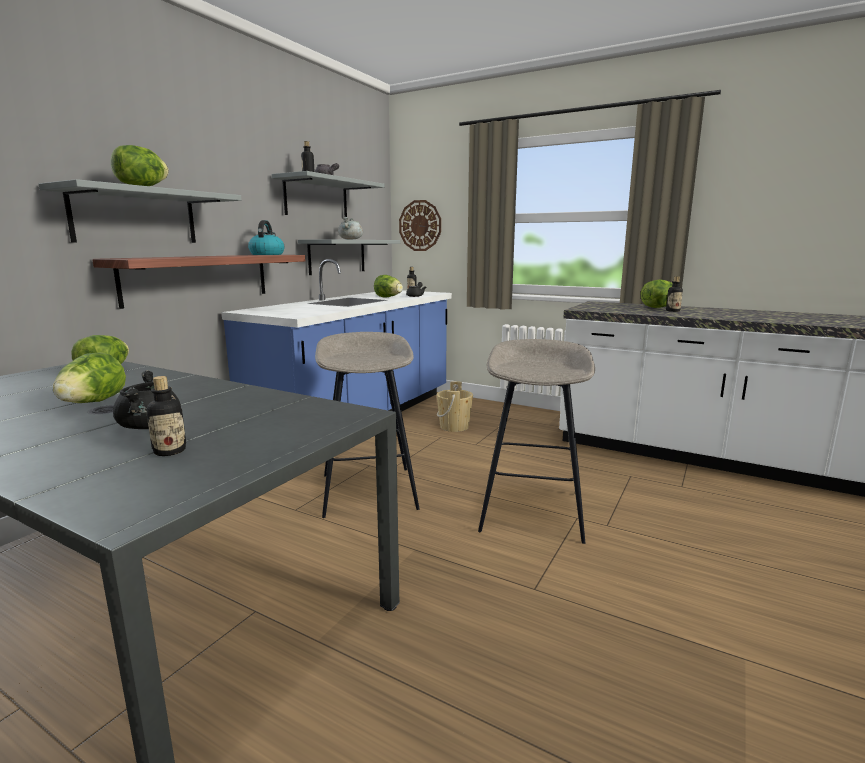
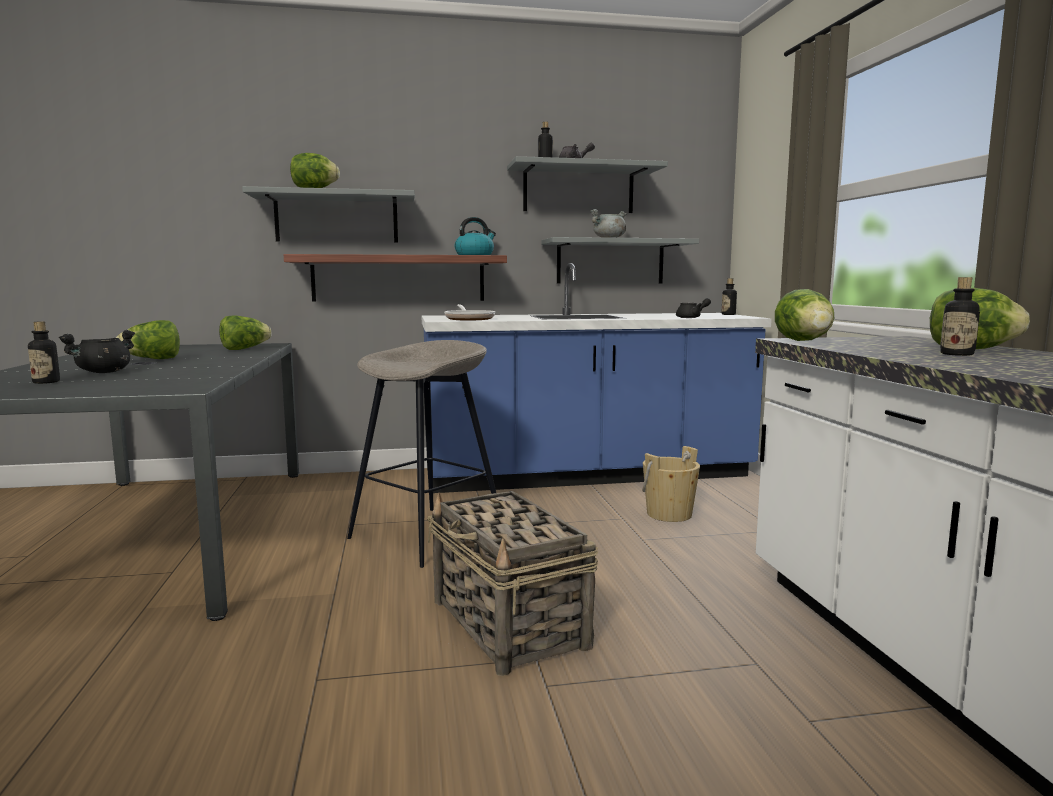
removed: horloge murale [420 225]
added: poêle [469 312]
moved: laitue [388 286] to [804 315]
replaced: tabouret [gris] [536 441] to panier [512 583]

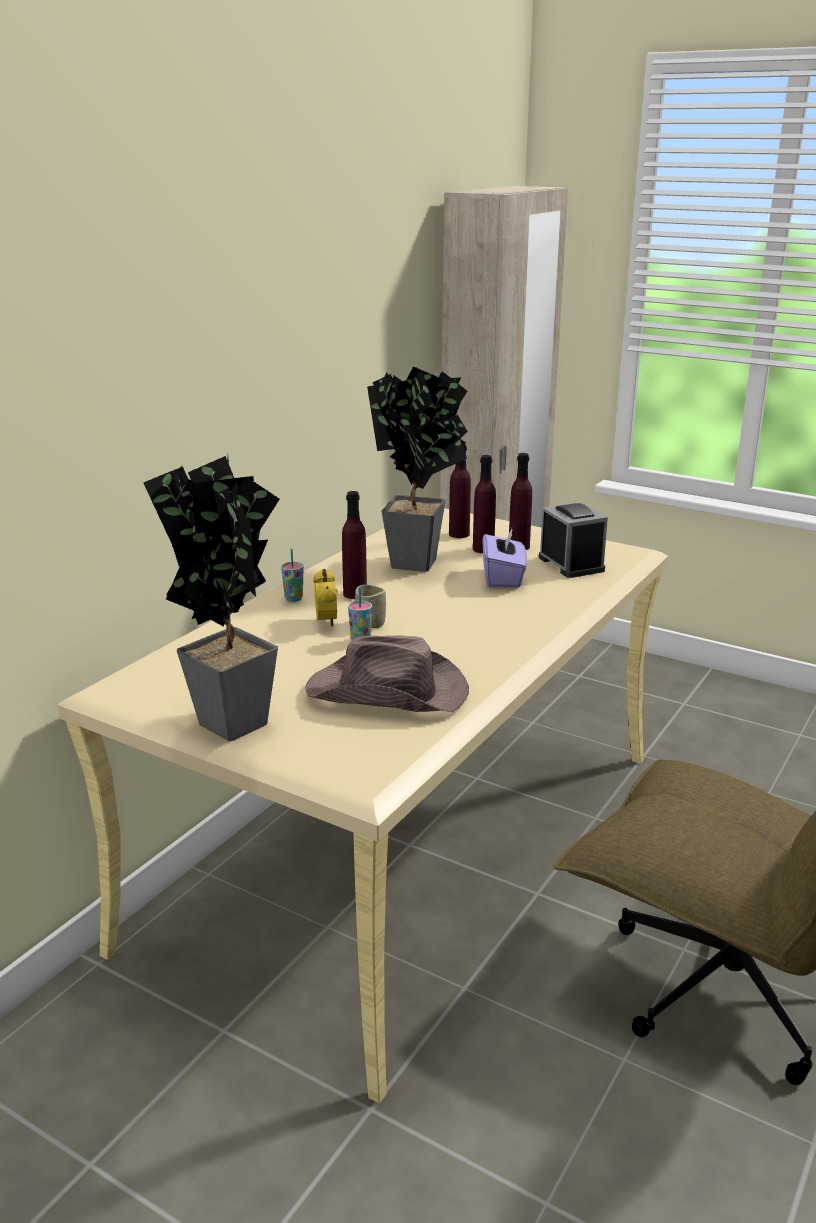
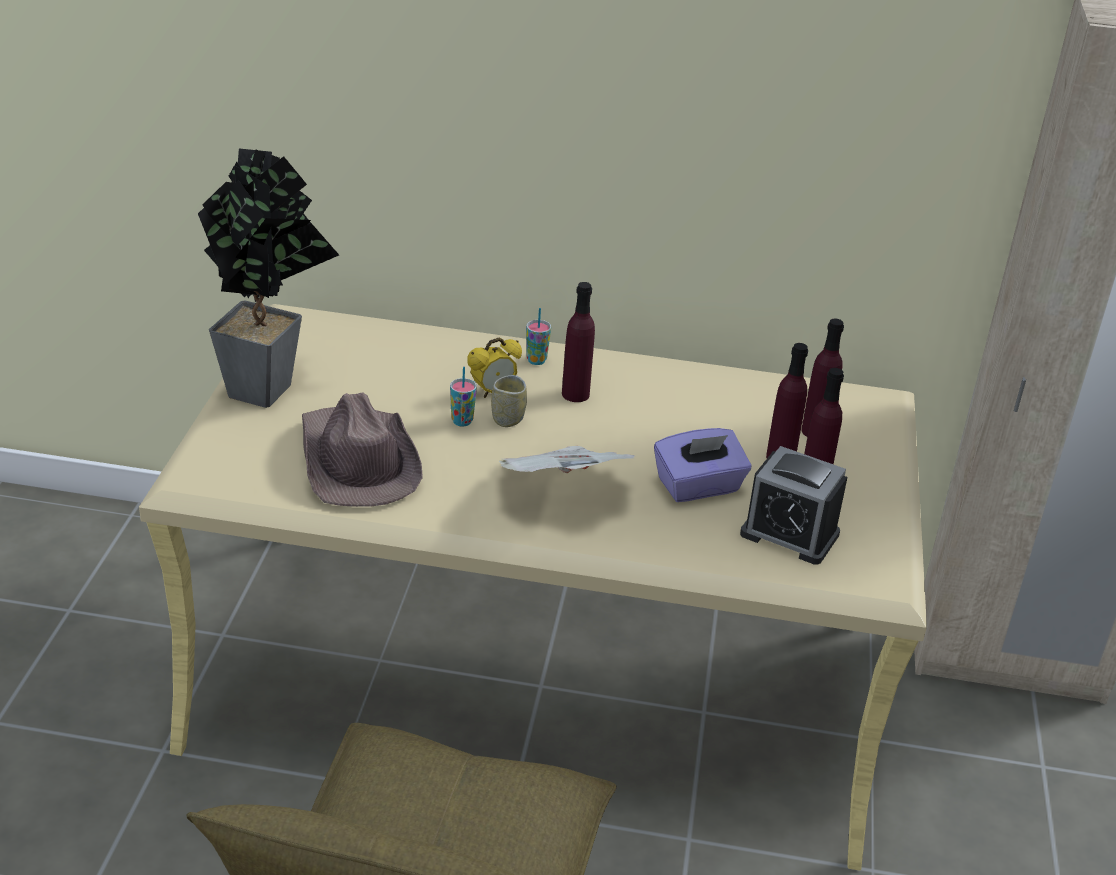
removed: plante en pot [417 469]
added: journal [567 459]
turned: réveil [573 540] = [793 505] 75 degrees clockwise

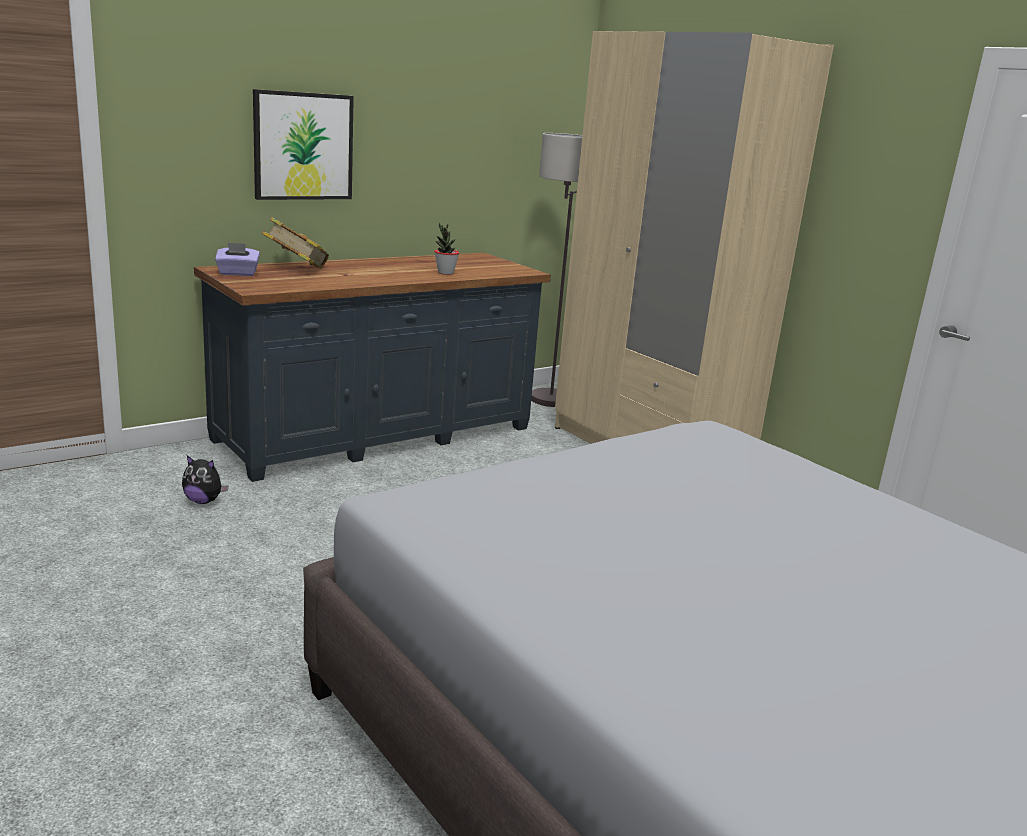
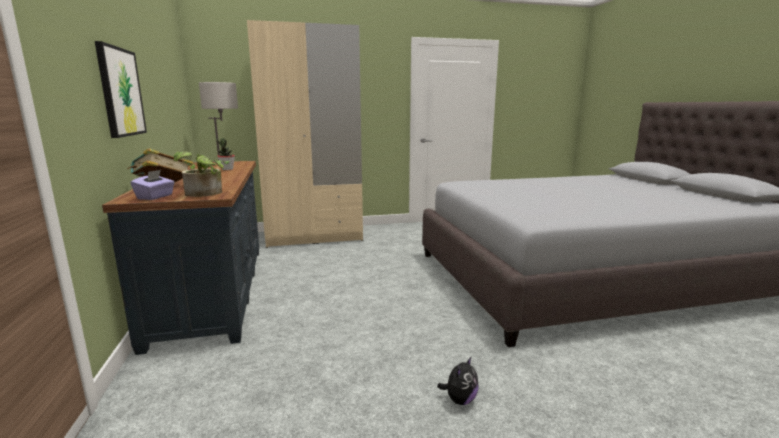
added: plante en pot [201 174]
moved: peluche [205 479] to [458 381]

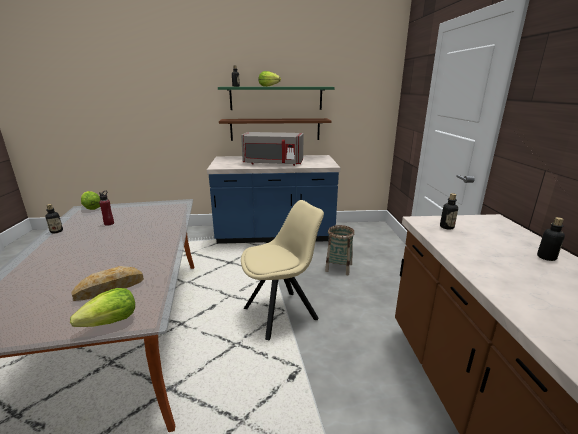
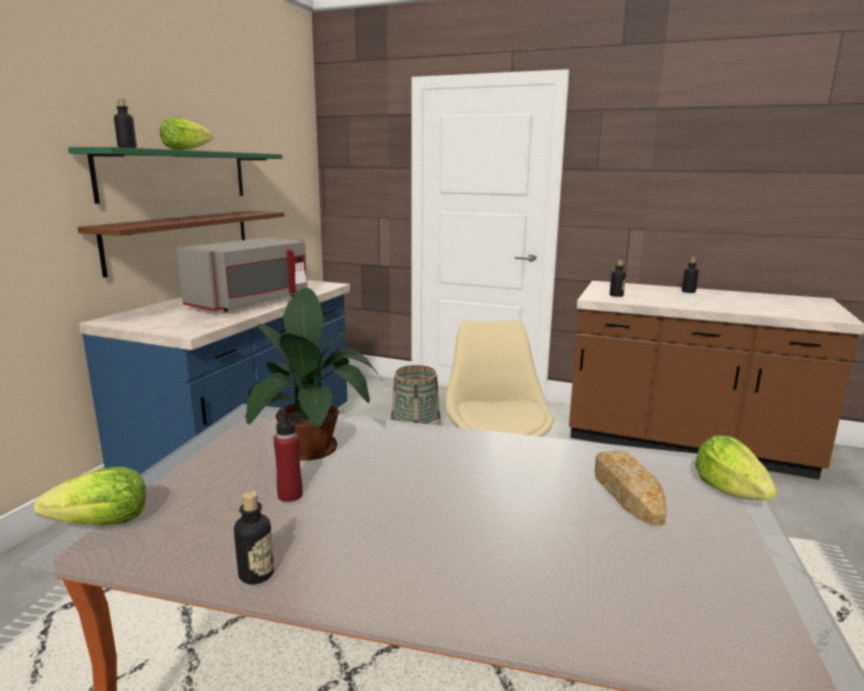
added: plante en pot [313 374]

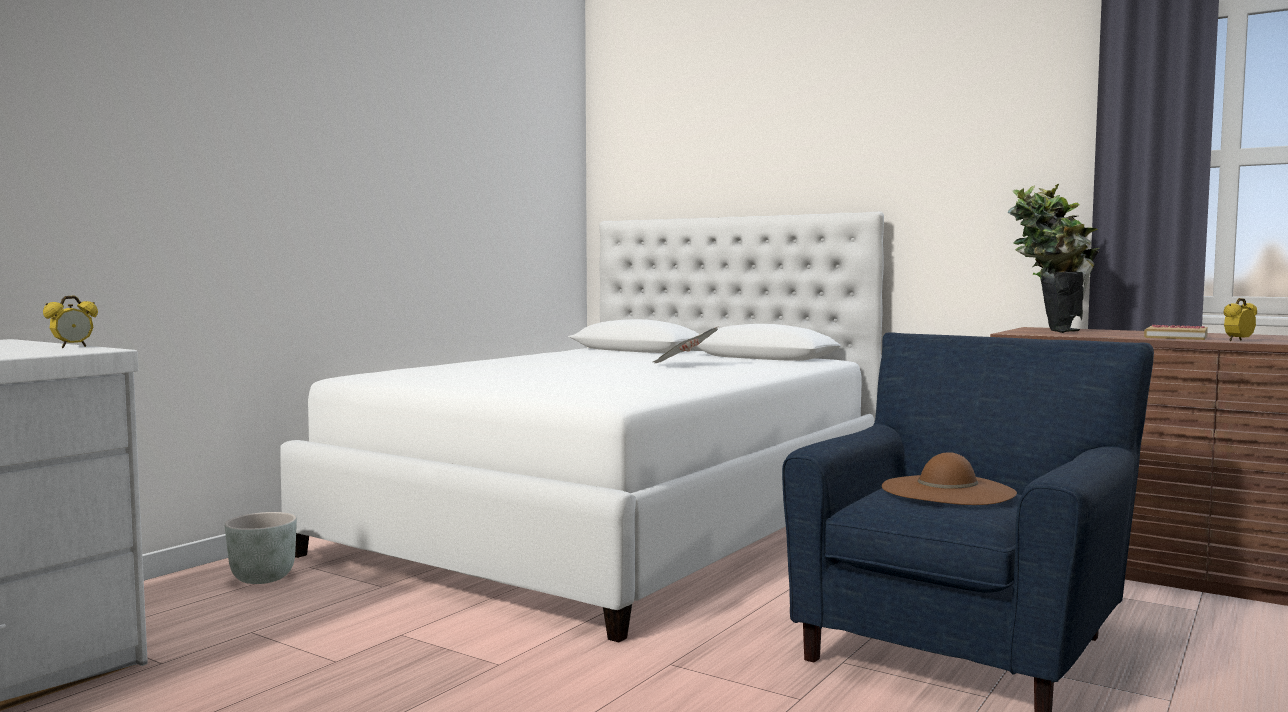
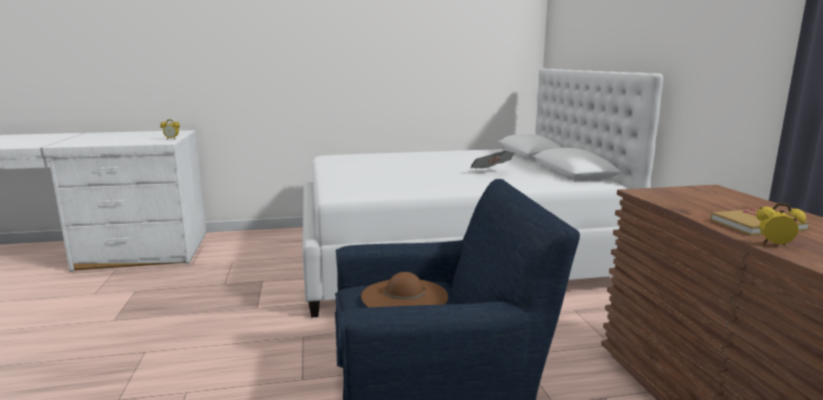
removed: plante en pot [1053 258]; cache-pot [gris] [260 548]

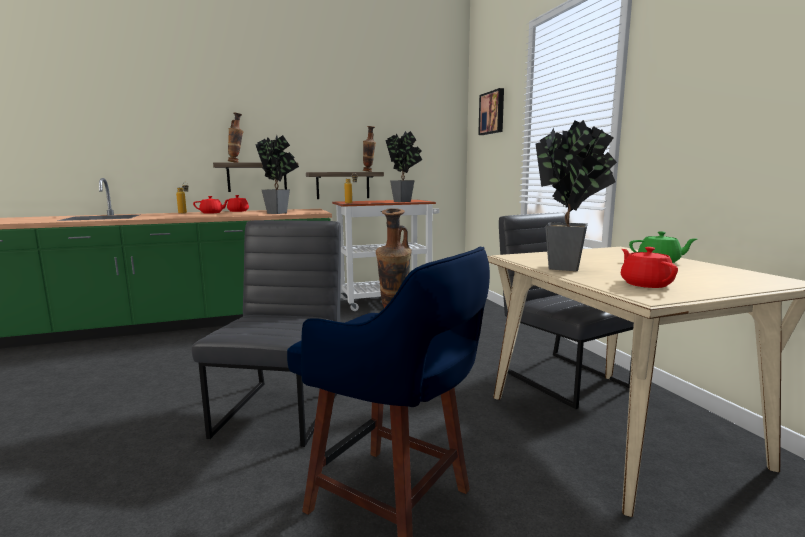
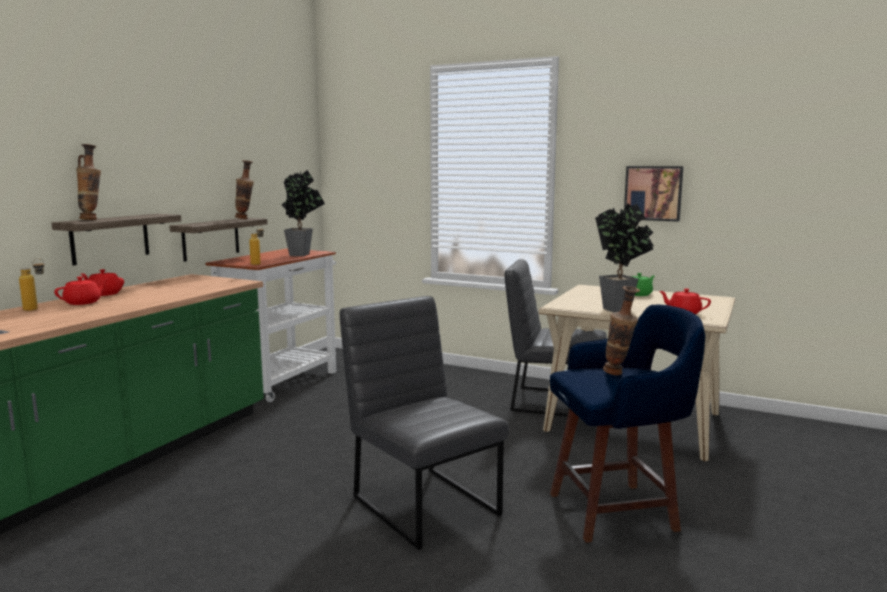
removed: plante en pot [277 174]
moved: tableau [491 111] to [654 194]

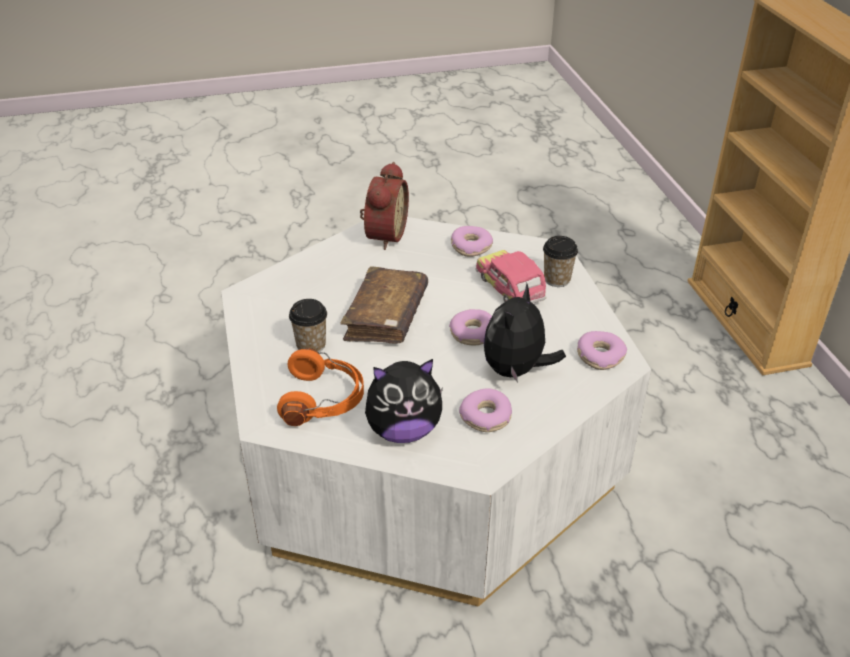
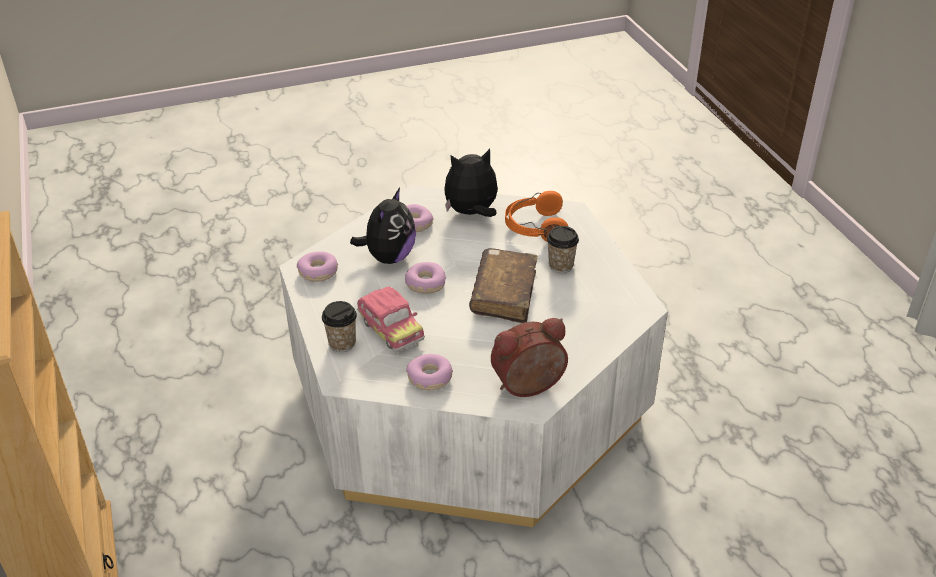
turned: réveil [384 206] = [529 357] 60 degrees clockwise

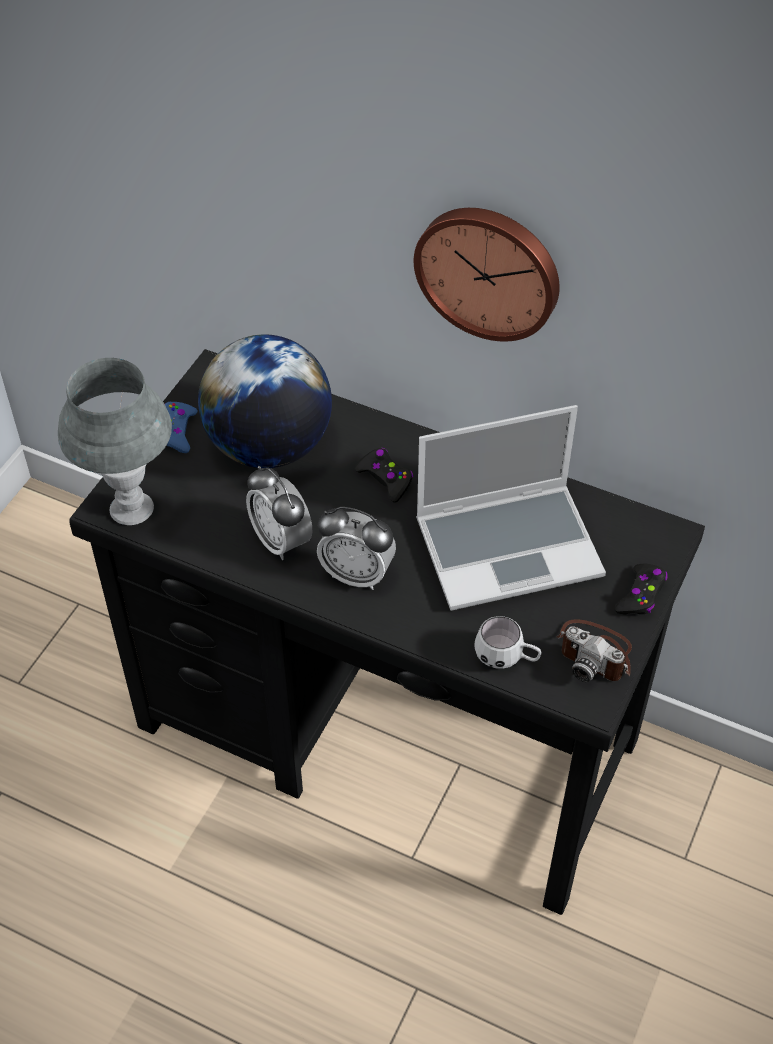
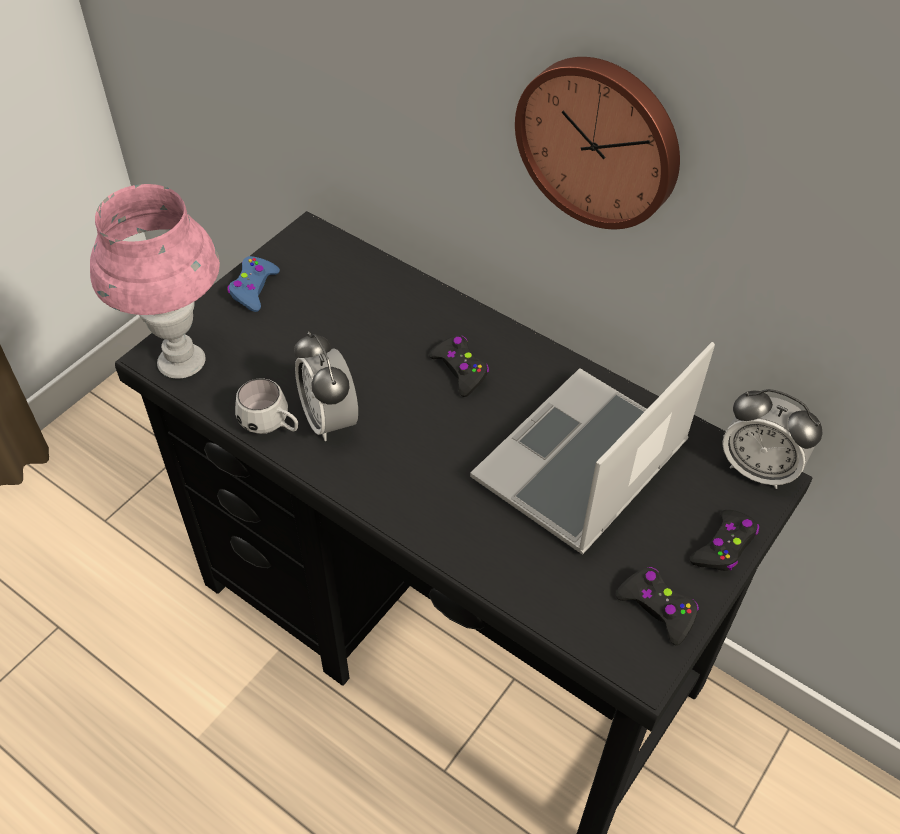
removed: globe [265 401]
moved: réveil [356 548] to [772 439]; mug [blanc] [508 642] to [266 406]
replaced: appareil photo [594 650] to manette [noir] [657 606]
recoloured: lampe de table [gris] [115 441] to lampe de table [rose] [155 281]
turned: ordinateur portable [511 508] = [592 448] 135 degrees clockwise

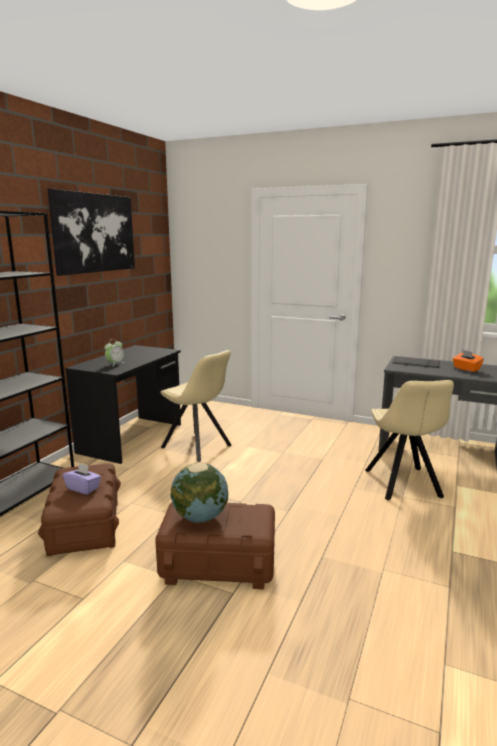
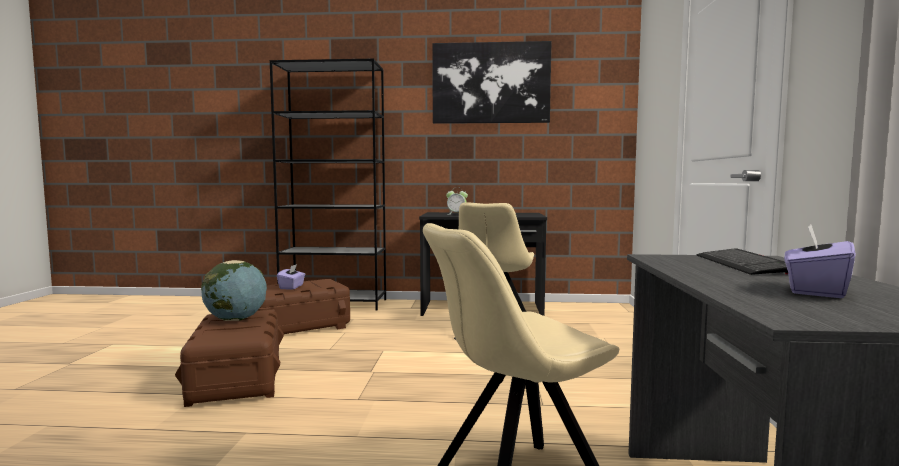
recoloured: boîte à mouchoirs [orange] [468 361] to boîte à mouchoirs [violet] [820 261]

